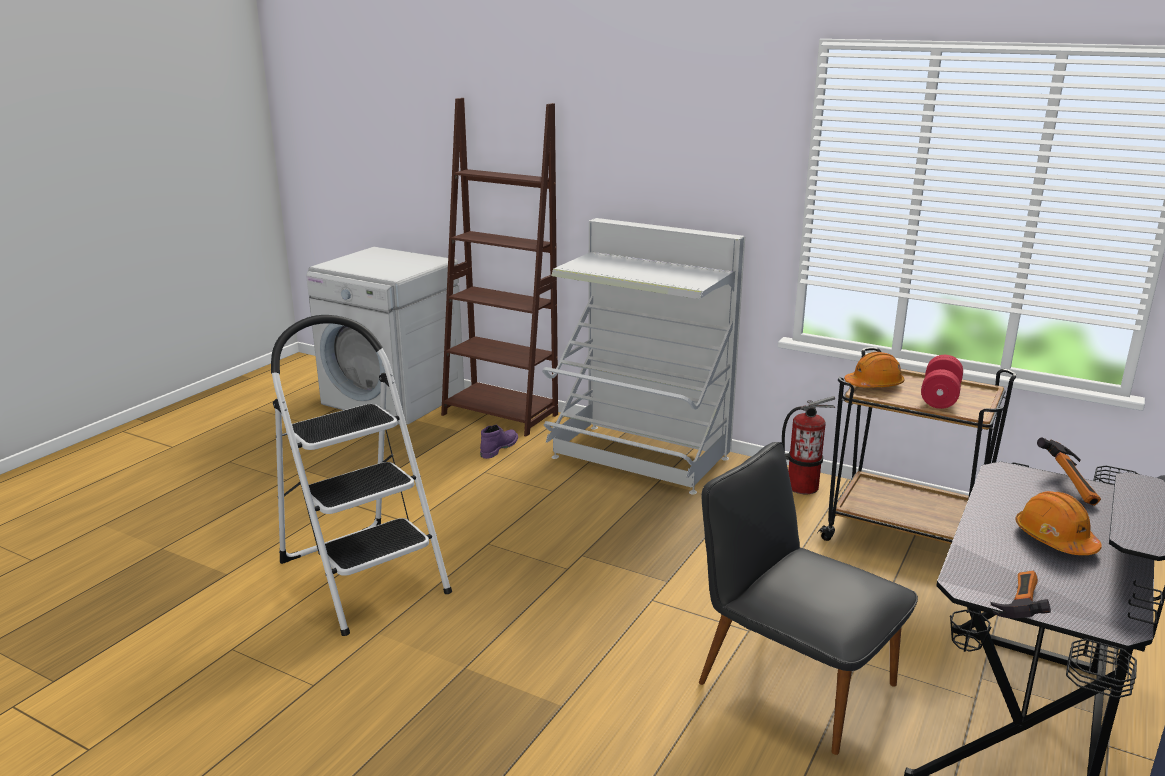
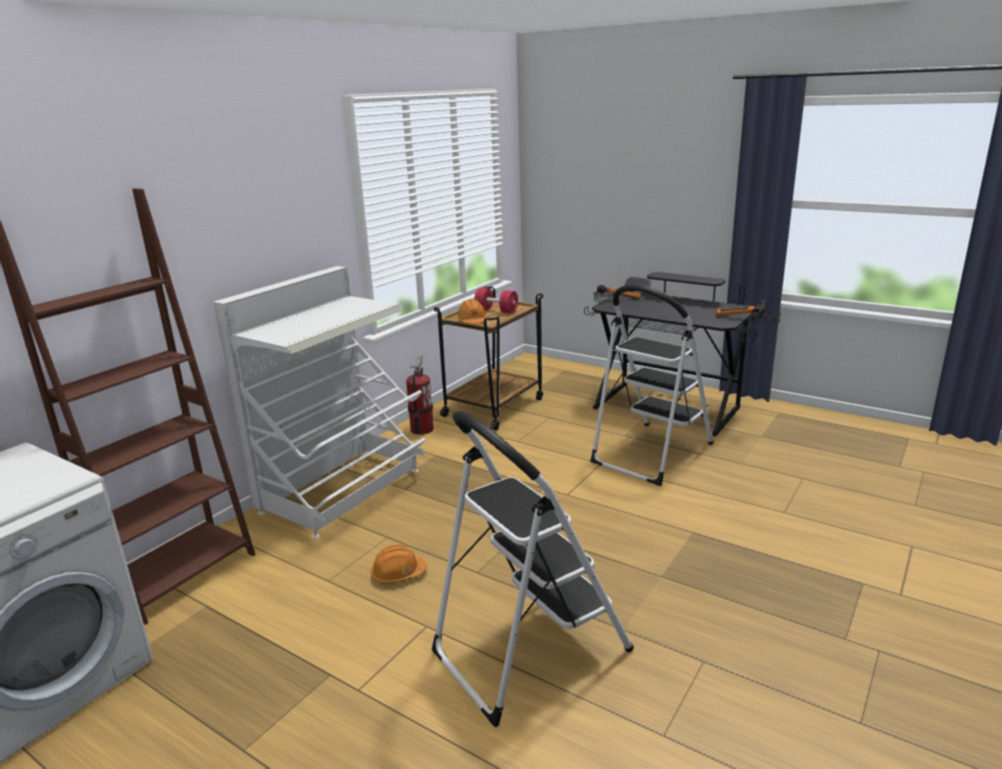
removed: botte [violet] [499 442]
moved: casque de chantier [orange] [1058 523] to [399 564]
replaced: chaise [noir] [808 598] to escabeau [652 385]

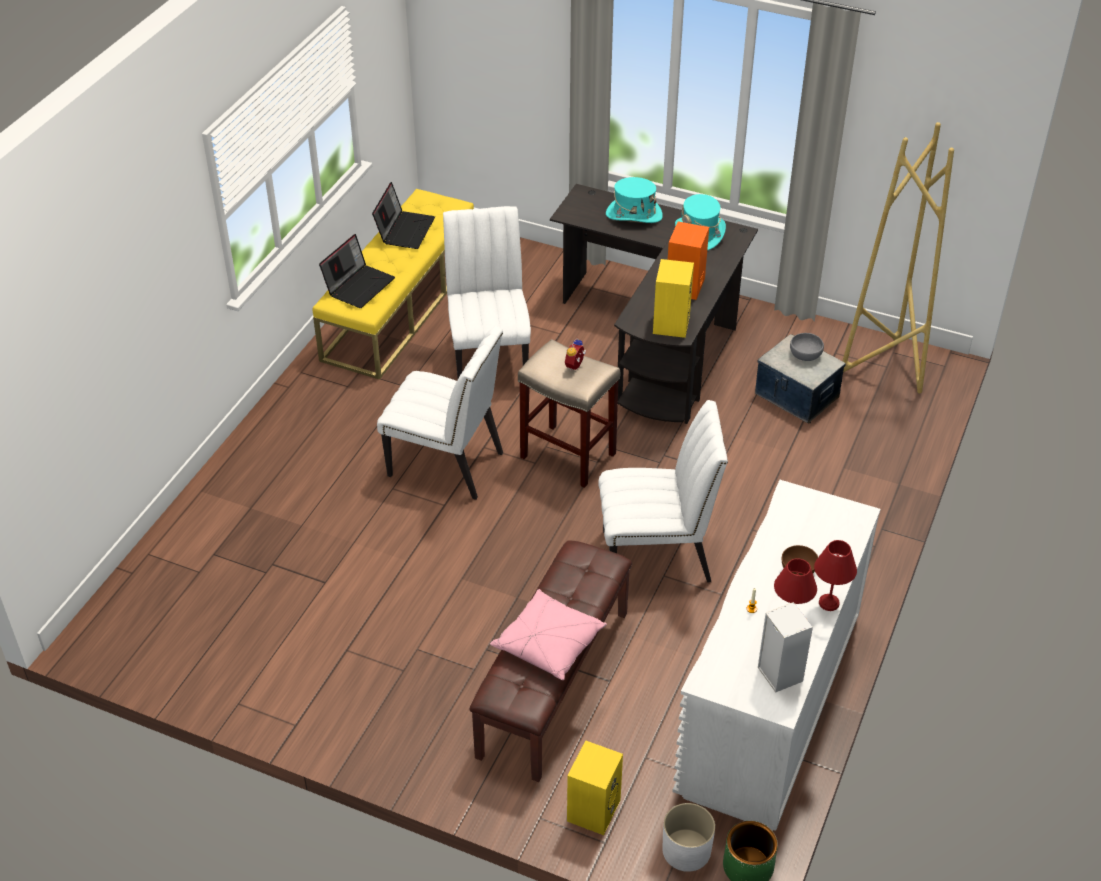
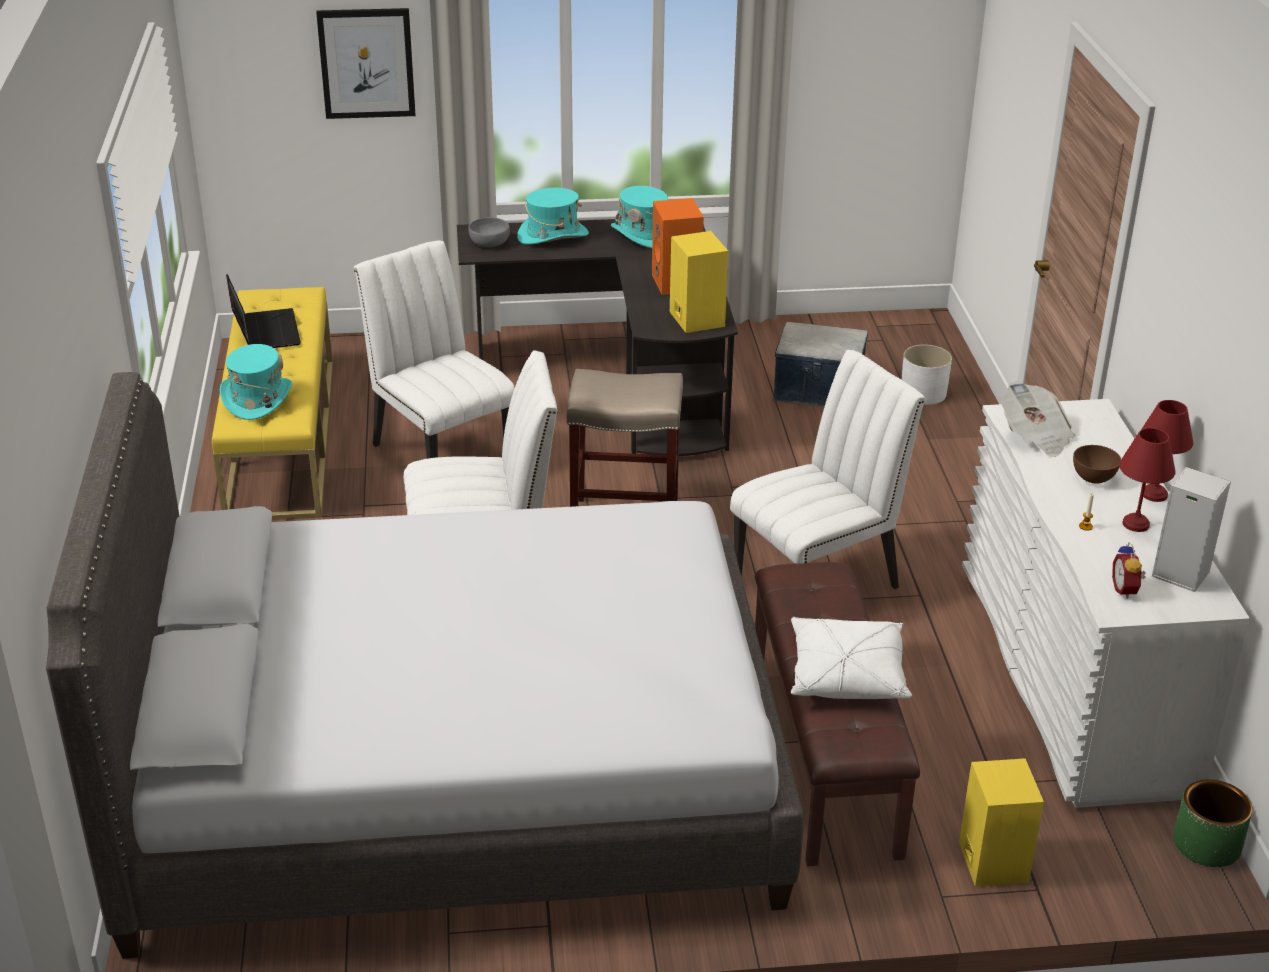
removed: portant [jaune] [898 258]
added: tableau [365 63]; lit [gris] [425 665]; journal [1038 419]
moved: bol [gris] [807 347] to [489 232]; réveil [575 354] to [1129 570]; cache-pot [blanc] [688 837] to [927 375]
replaced: ordinateur portable [357 271] to chapeau [turquoise] [256 382]
recoloured: coussin [rose] [548 634] to coussin [blanc] [851 658]

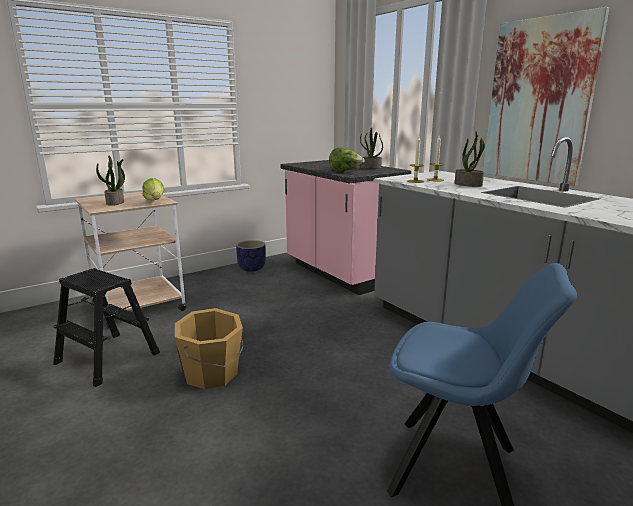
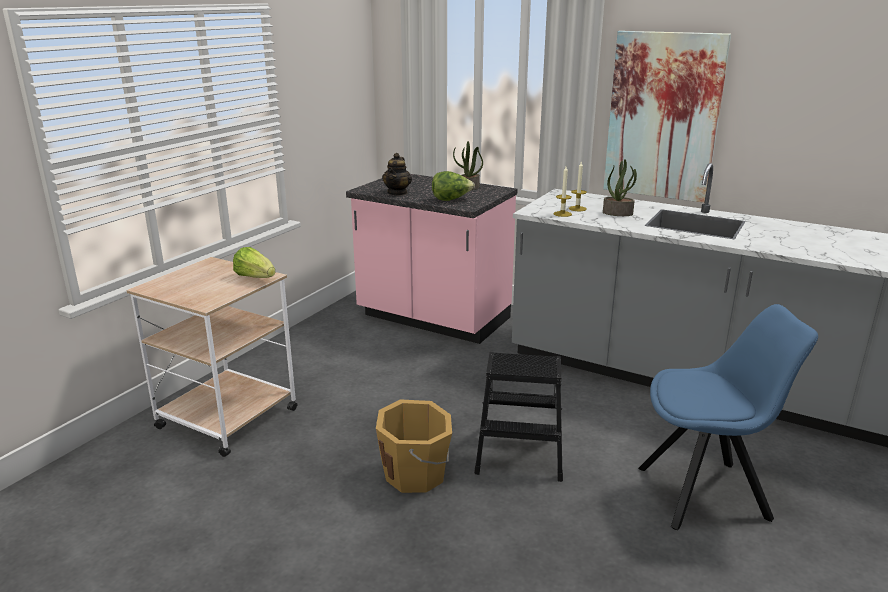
removed: plante en pot [110 181]; cache-pot [251 256]
added: théière [397 174]
moved: escabeau [noir] [106 327] to [518 417]

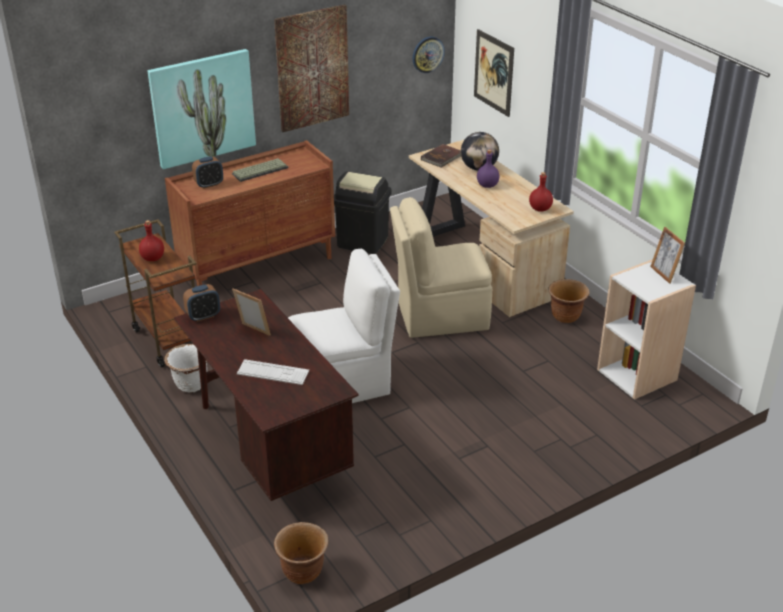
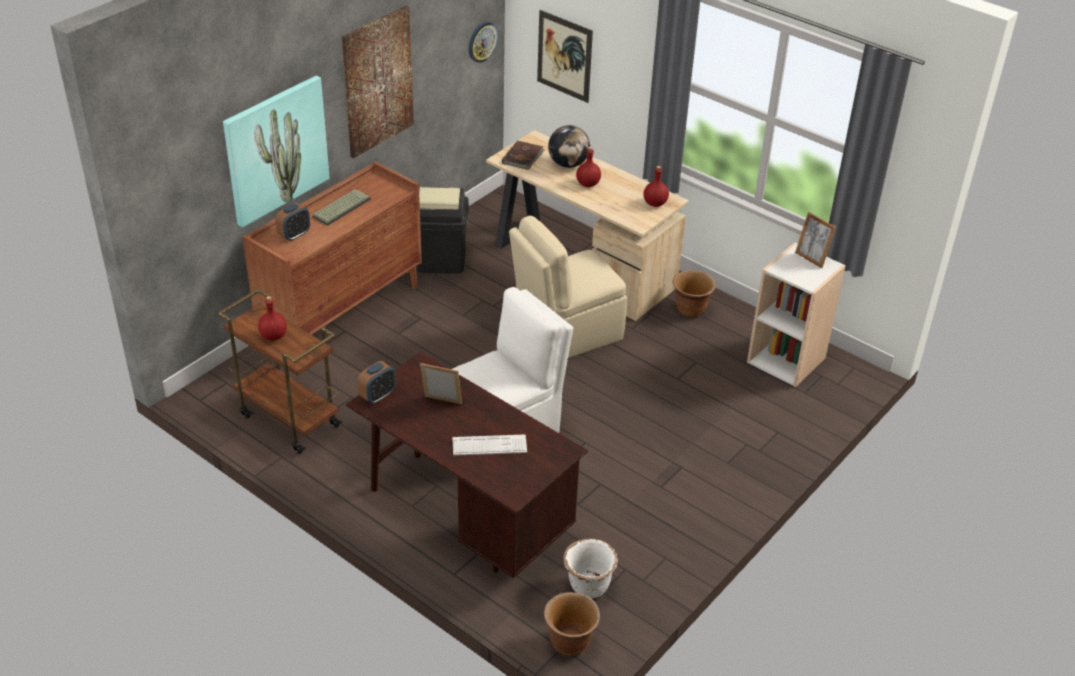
moved: cache-pot [blanc] [185 368] to [591 568]
recoloured: bouteille [violet] [488 168] to bouteille [rouge] [588 167]

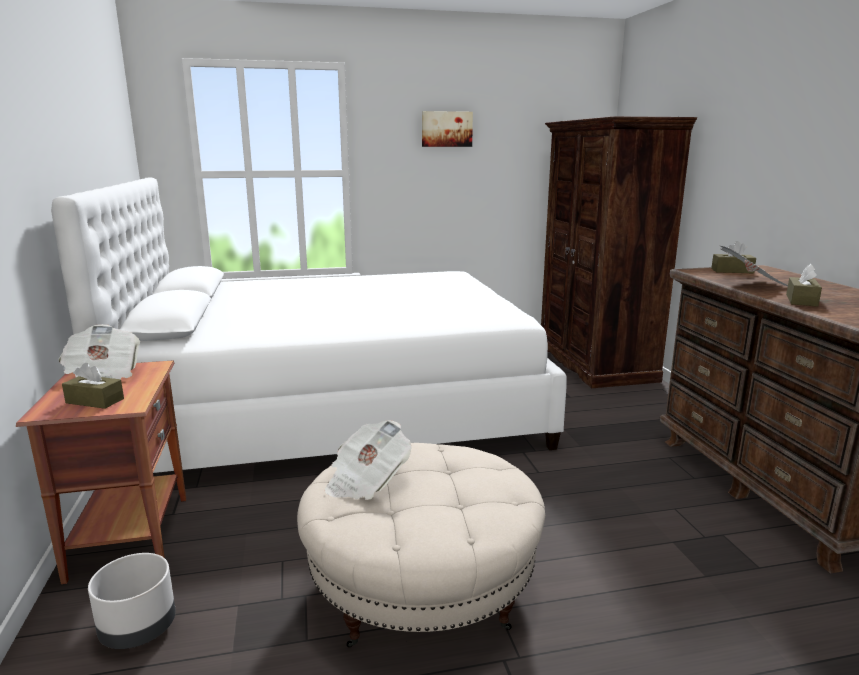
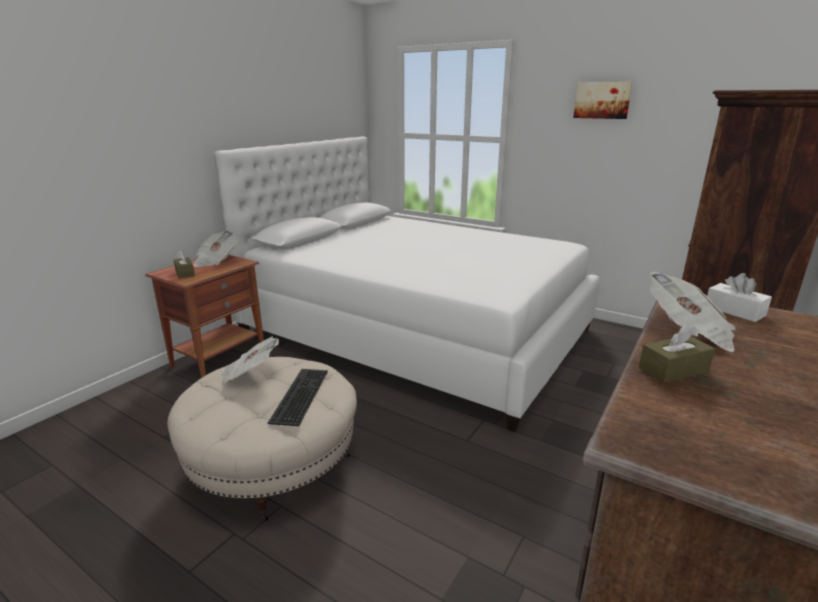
removed: cache-pot [gris] [132 601]
added: clavier [298 397]
recoloured: boîte à mouchoirs [marron] [733 257] to boîte à mouchoirs [blanc] [739 297]

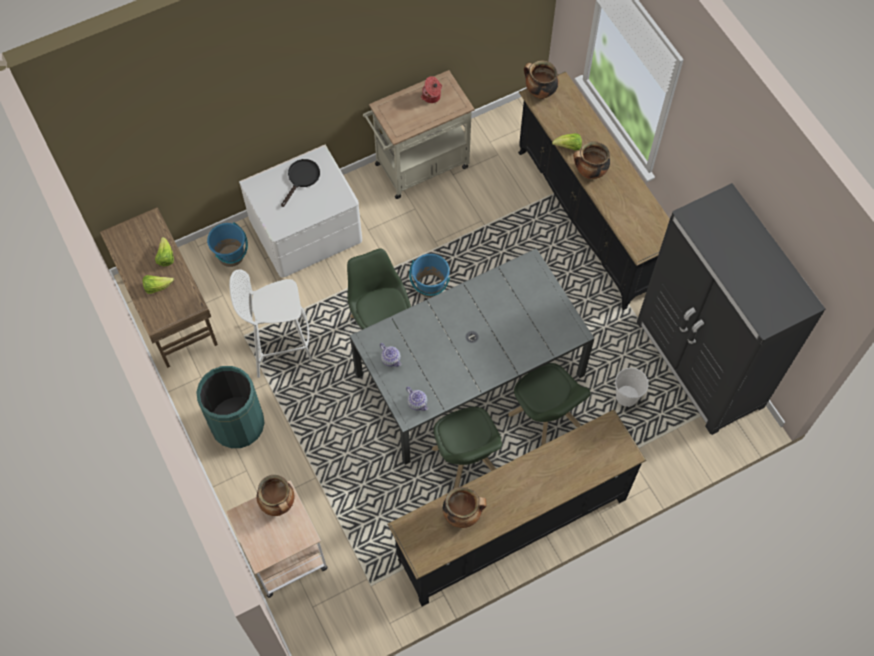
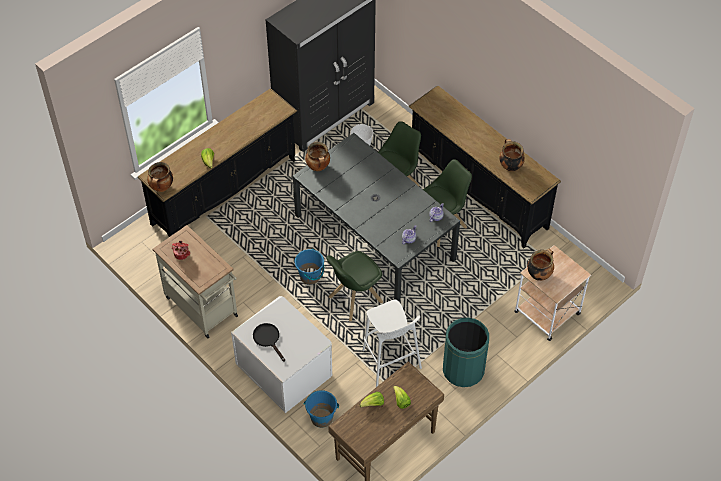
moved: marmite [591 160] to [317 156]
turned: poêle [noir] [300 183] = [269 342] 45 degrees clockwise

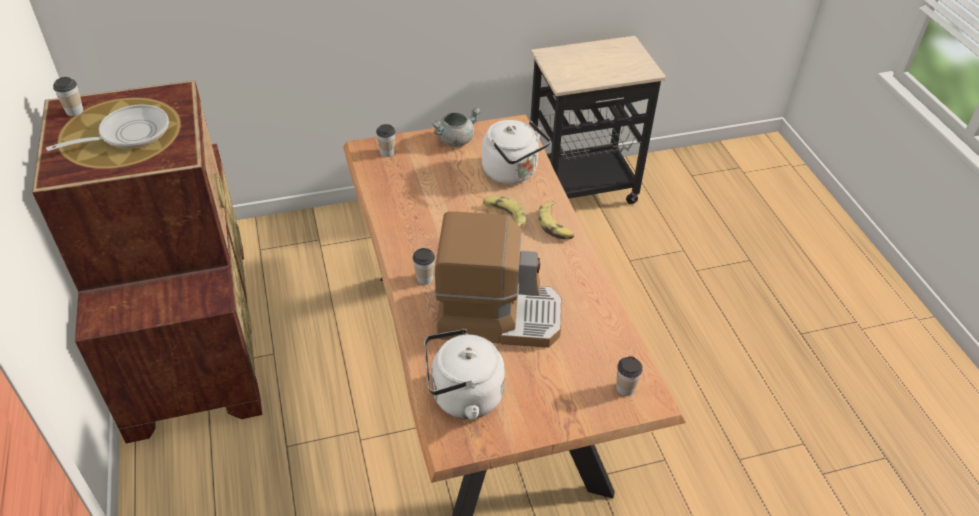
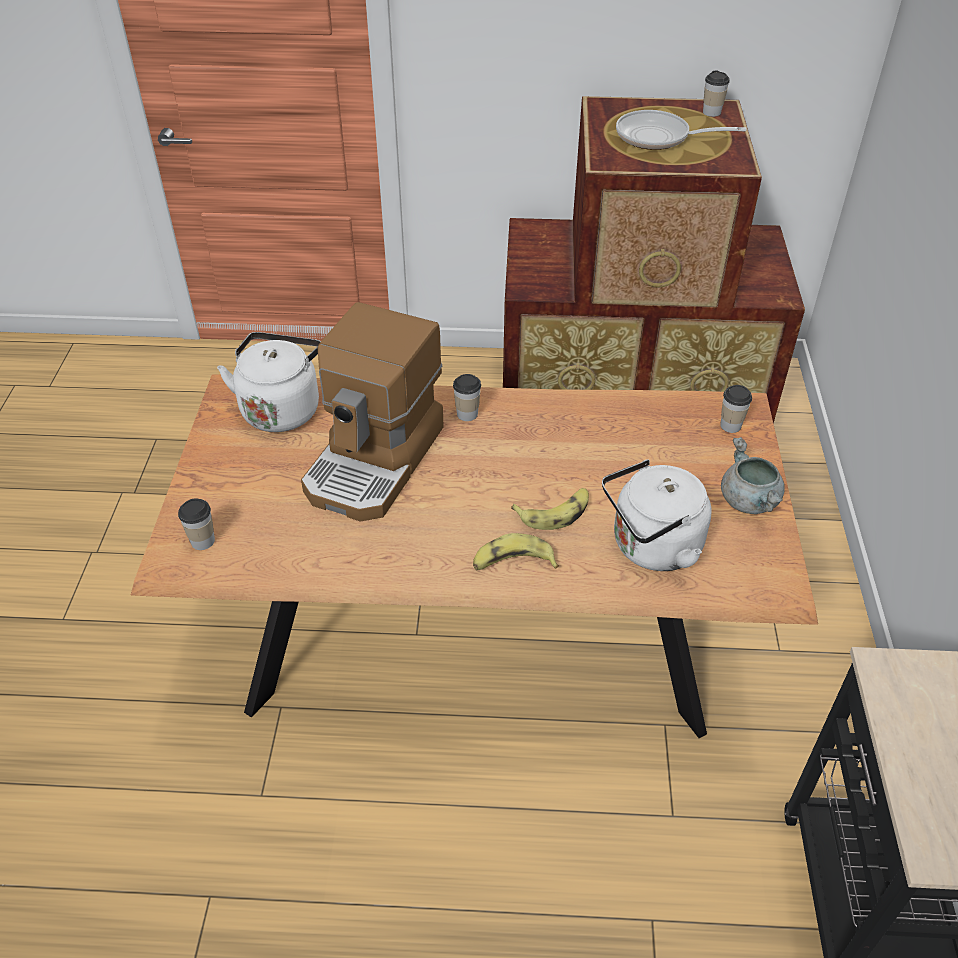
turned: poêle [107 127] = [681 130] 120 degrees clockwise

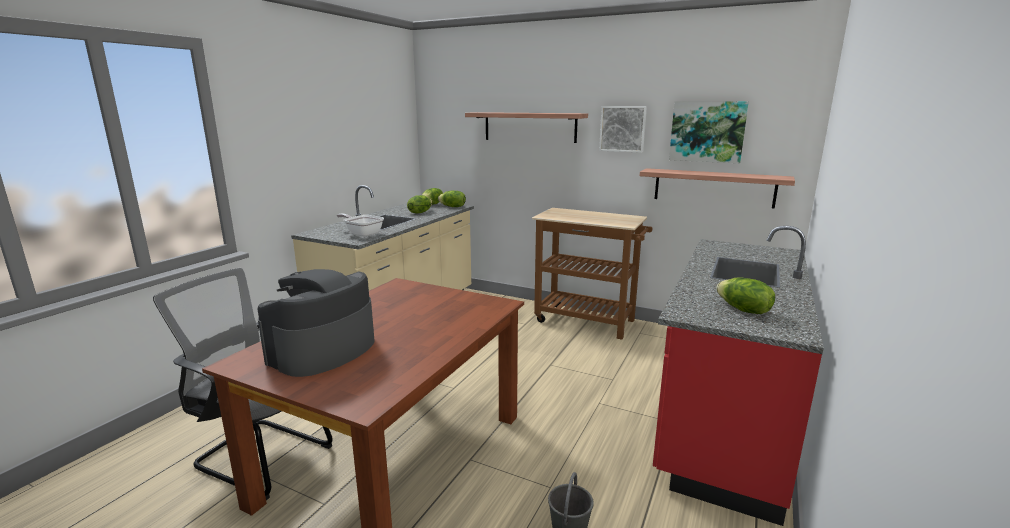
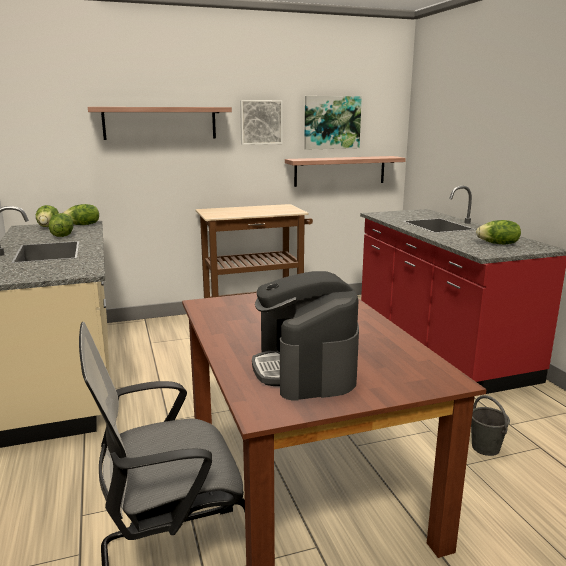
removed: poêle [360 225]

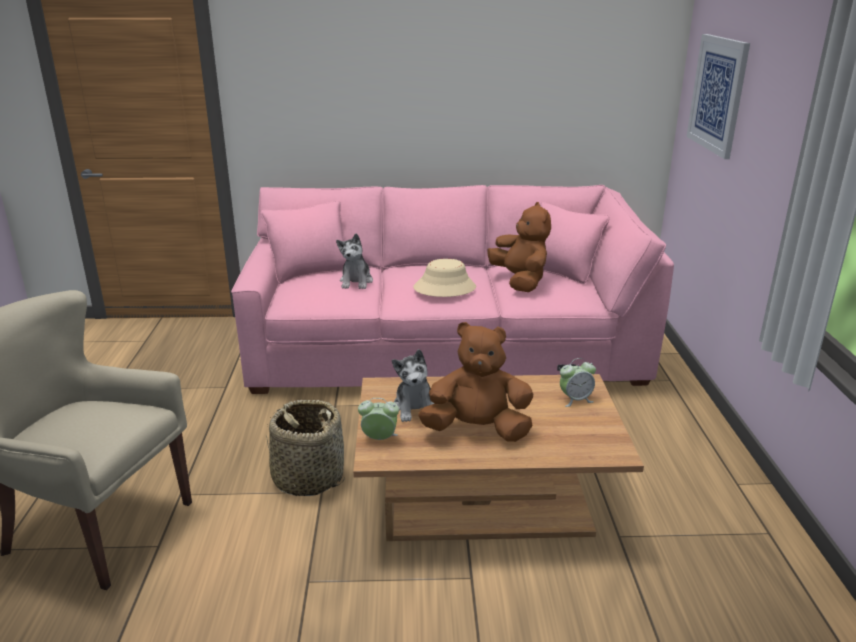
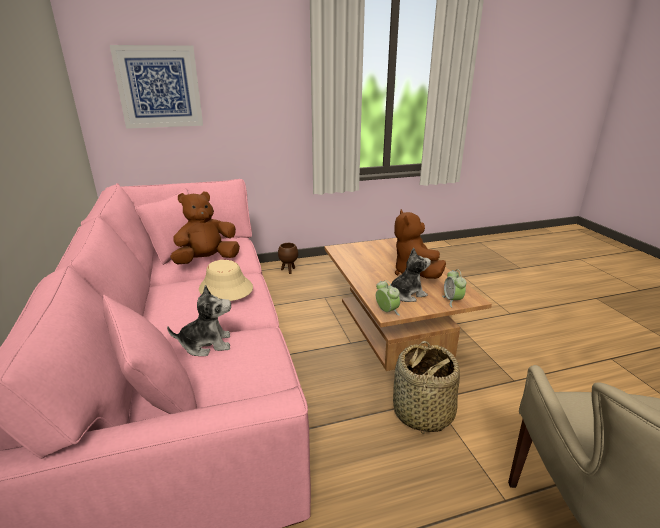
added: cache-pot [marron] [288 258]
moved: réveil [578 382] to [388 298]

